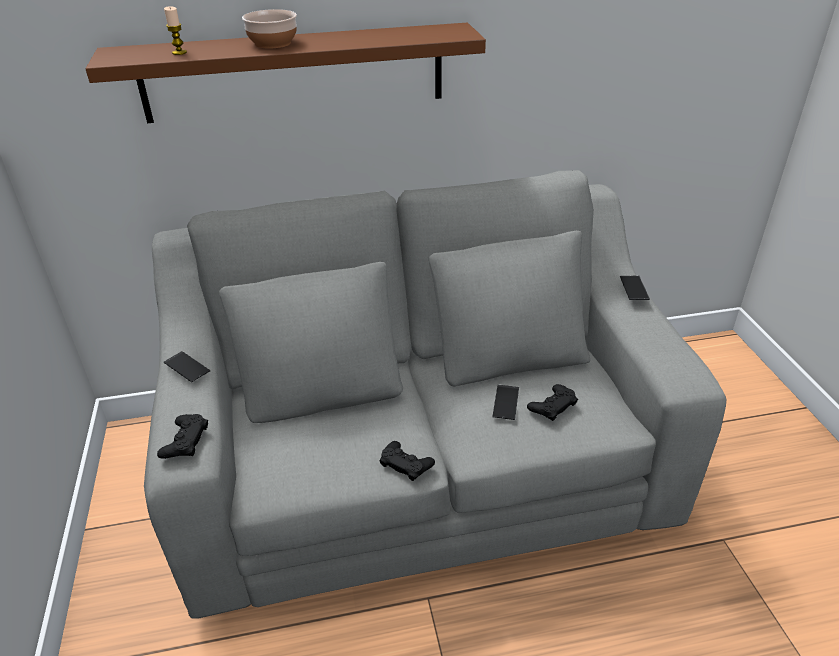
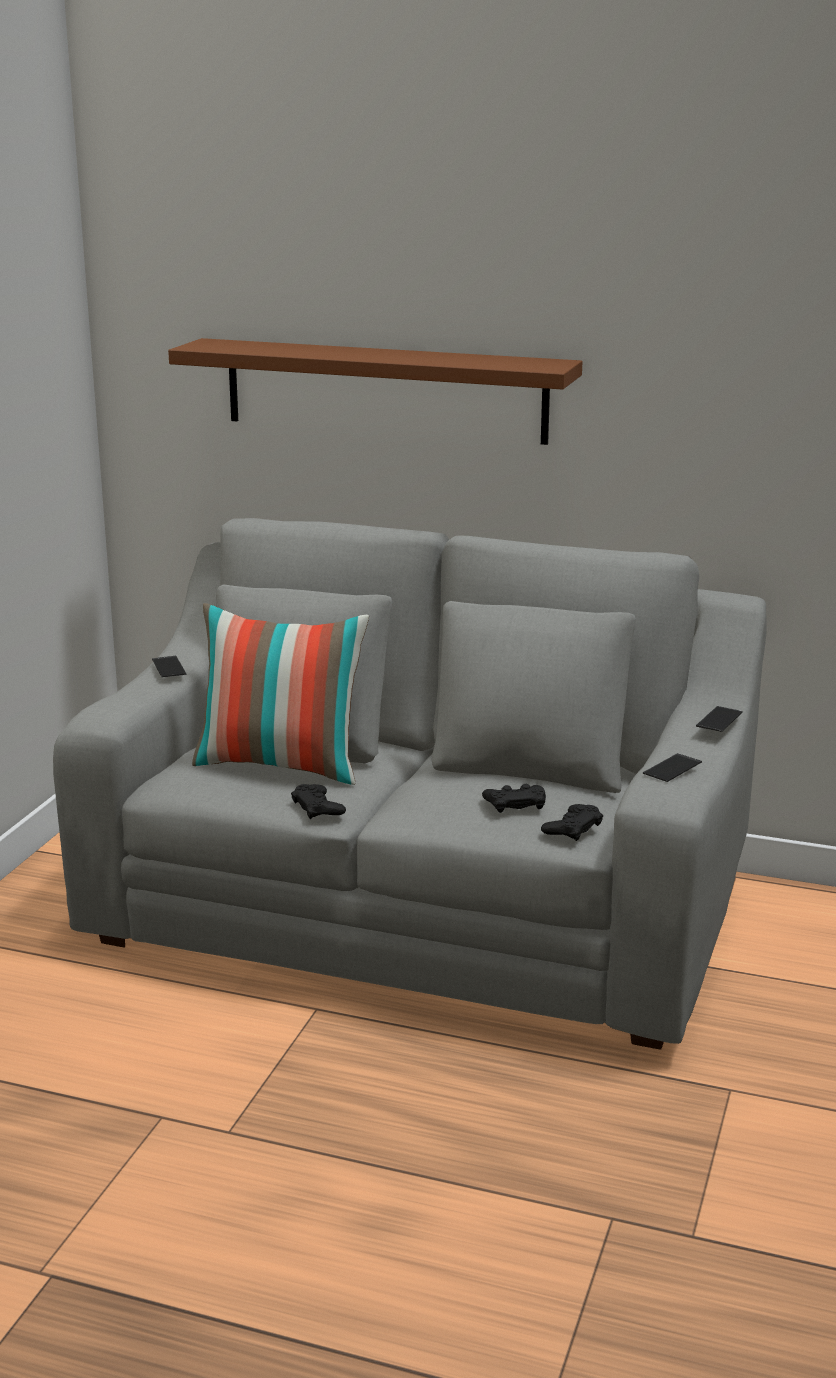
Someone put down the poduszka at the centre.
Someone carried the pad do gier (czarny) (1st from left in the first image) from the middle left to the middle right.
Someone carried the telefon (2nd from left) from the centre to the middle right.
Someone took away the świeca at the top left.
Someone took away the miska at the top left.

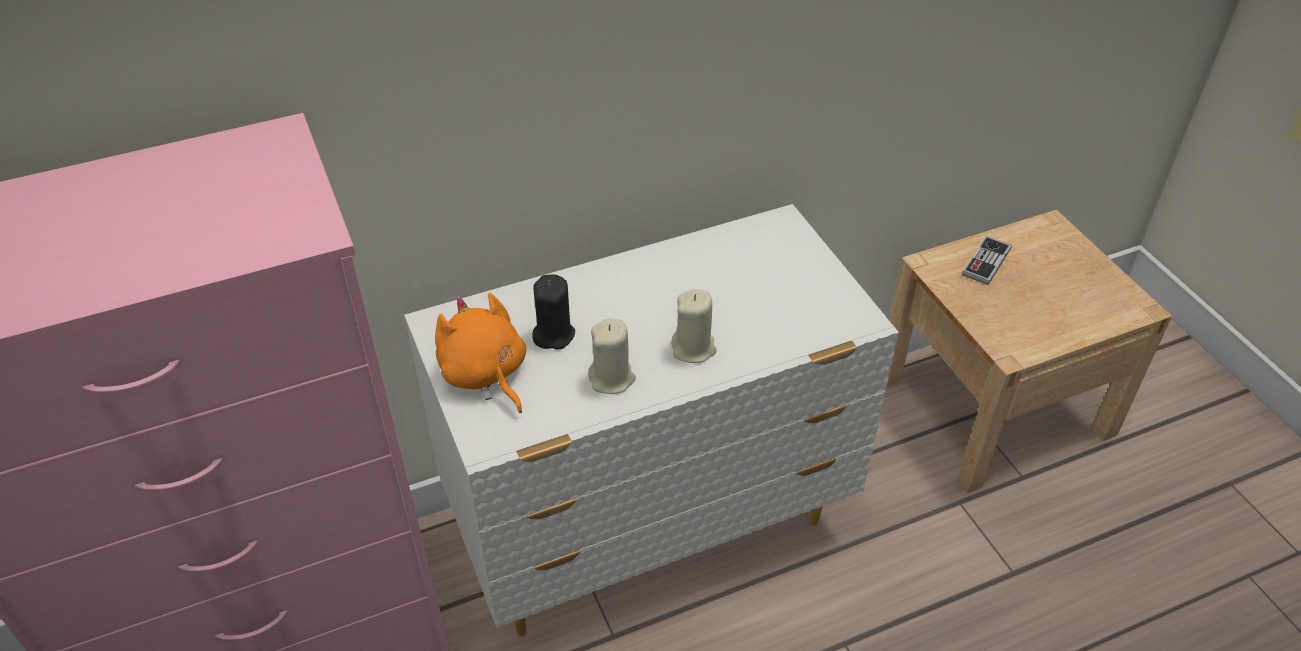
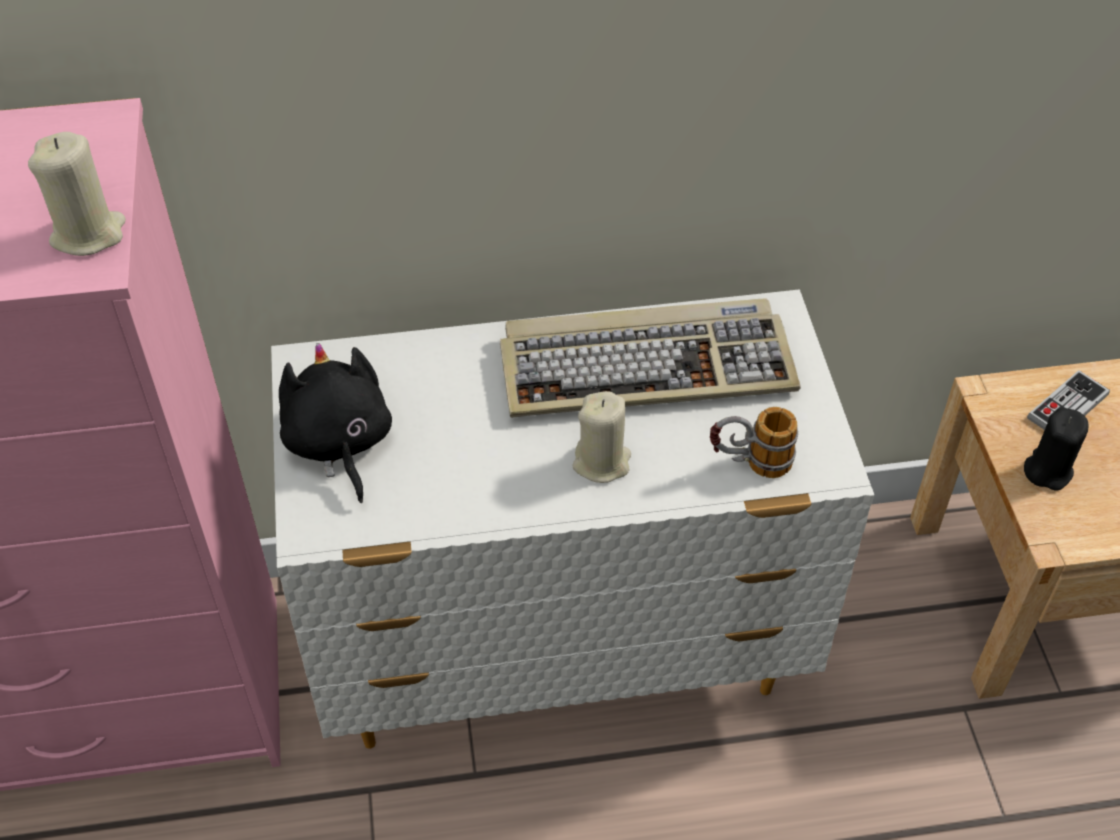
Someone carried the świeca (beżowy) (1st from left) from the centre to the top left.
Someone repainted the pluszak (pomarańczowy) at the centre, which became the pluszak (czarny) at the middle left.
Someone put down the klawiatura at the centre.
Someone put down the kubek at the middle right.
Someone carried the świeca (czarny) from the centre to the middle right.

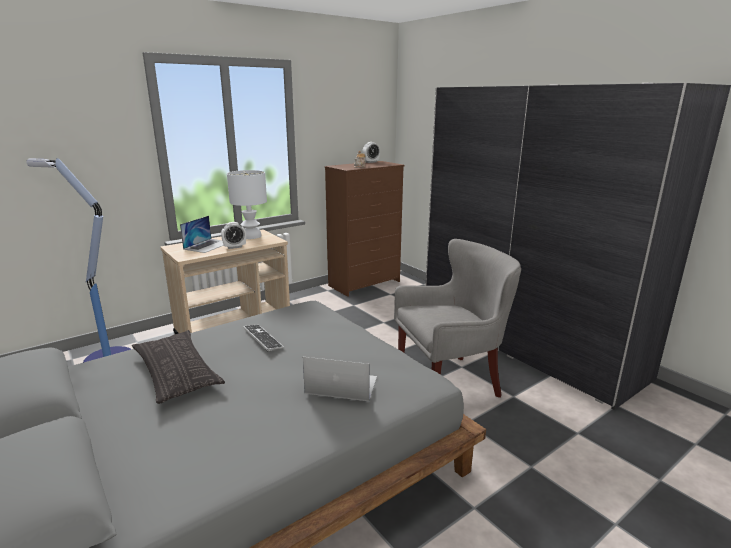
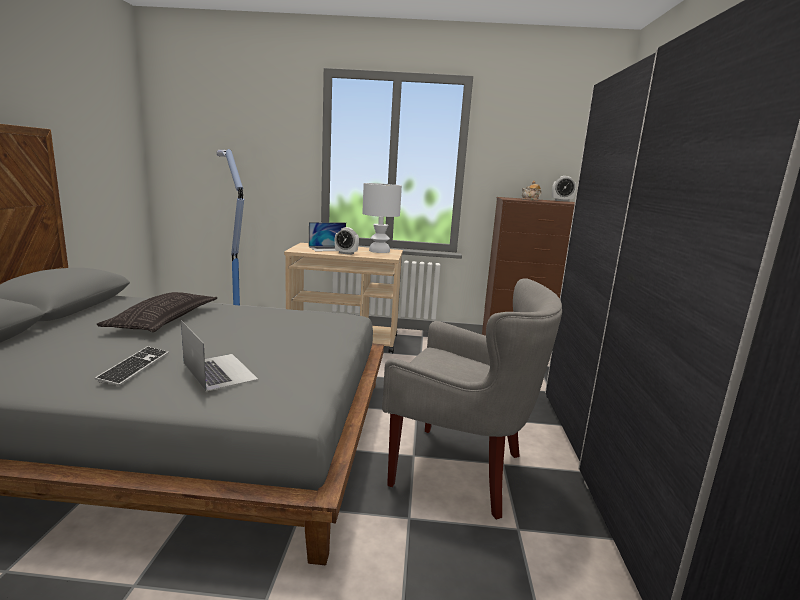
Someone carried the klawiatura from the centre to the middle left.

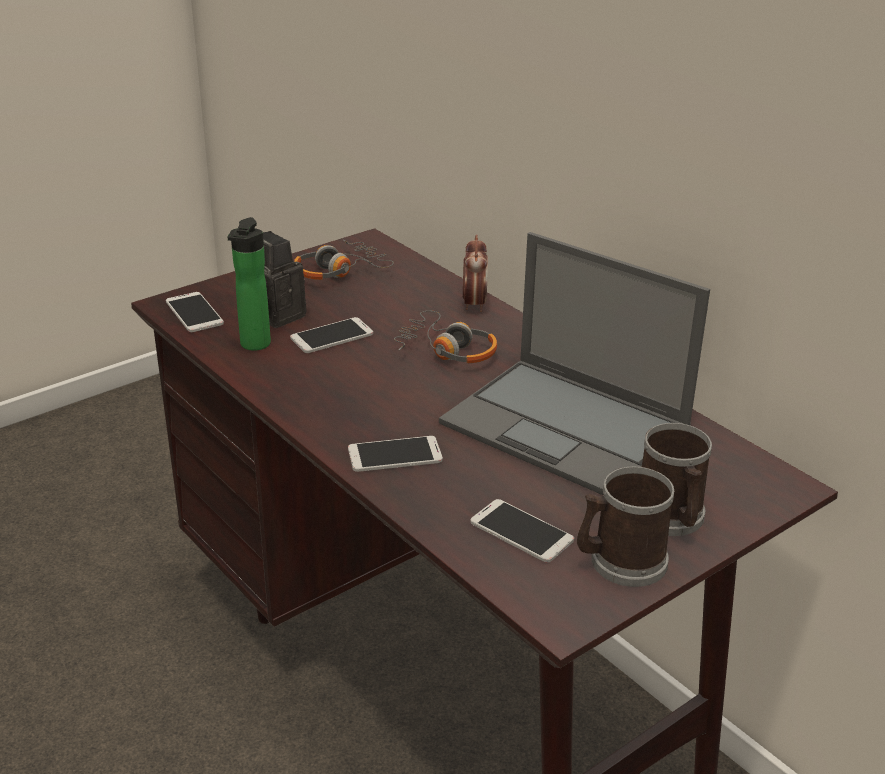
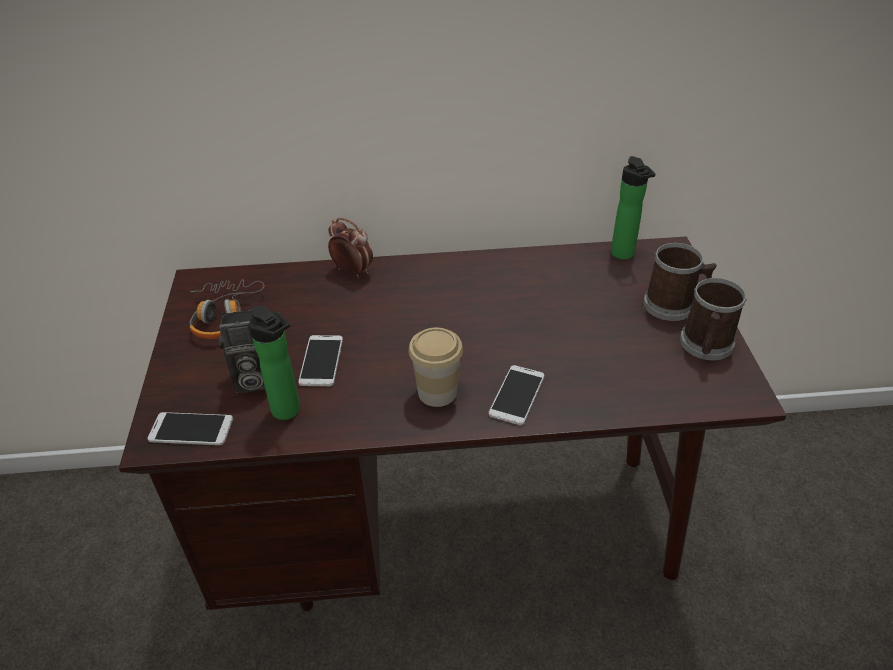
Someone put down the filiżanka at the centre.
Someone put down the butelka (2nd from left) at the top right.
Someone took away the słuchawki (2nd from left) at the centre.
Someone took away the laptop at the centre.
Someone took away the telefon (4th from left) at the bottom centre.

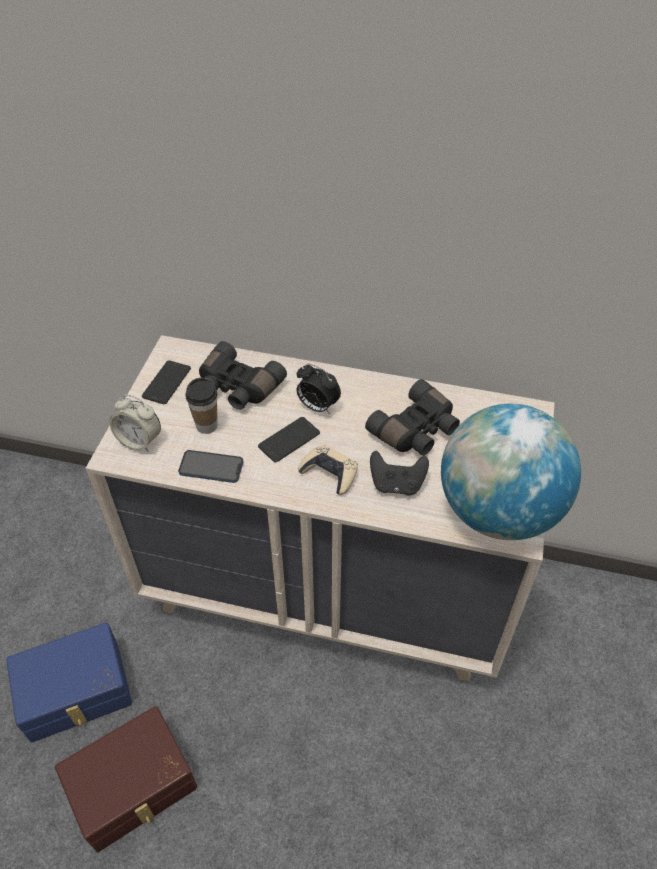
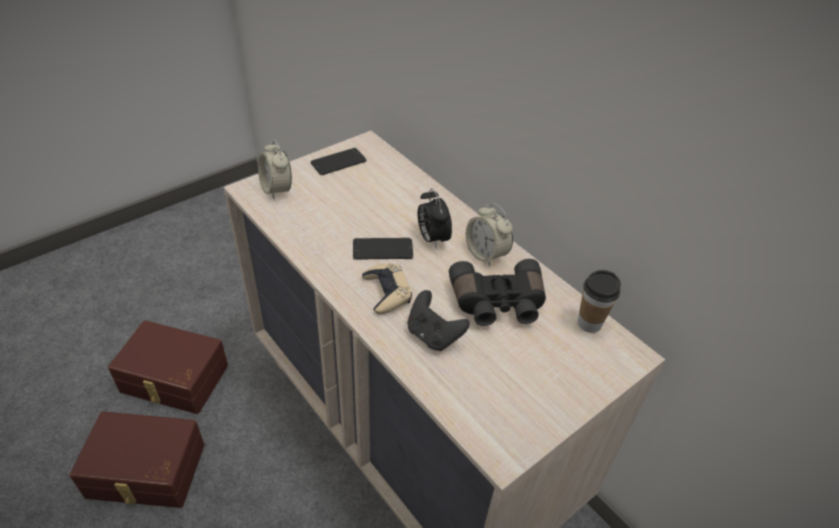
Someone repainted the pojemnik do przechowywania (niebieski) at the bottom left, which became the pojemnik do przechowywania (brązowy) (2nd from left) at the bottom left.
Someone put down the budzik (3rd from left) at the centre.
Someone carried the filiżanka from the middle left to the middle right.
Someone took away the telefon (2nd from left) at the middle left.
Someone took away the lornetka (czarny) (1st from left) at the centre.
Someone took away the globus at the middle right.

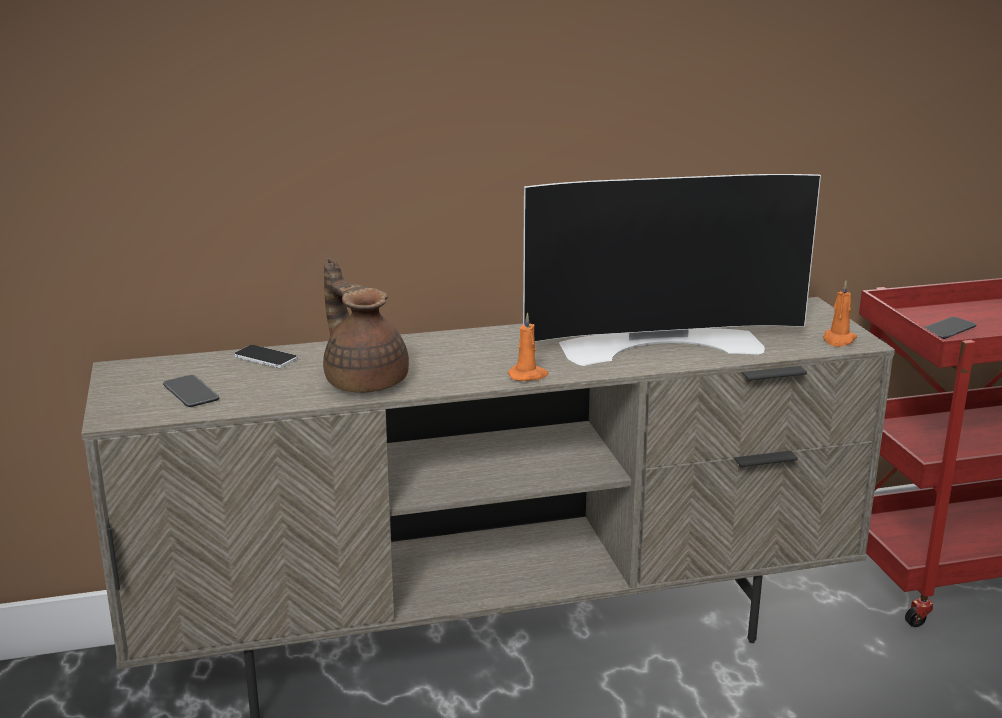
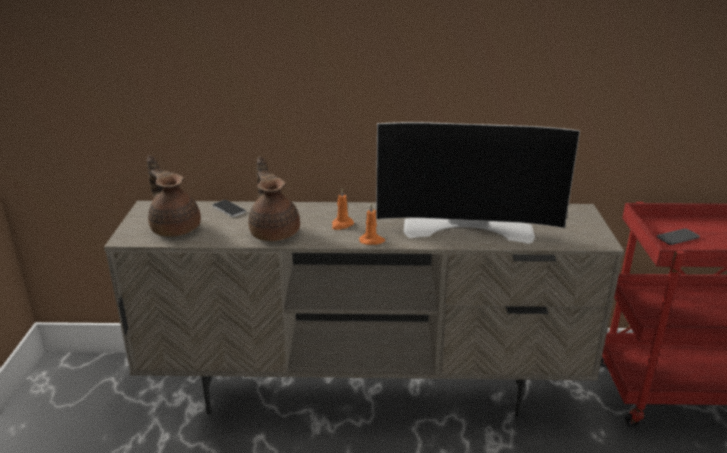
Someone swapped the telefon (1st from left) at the middle left for the imbryk (brązowy) (1st from left) at the middle left.
Someone carried the świeca (pomarańczowy) (2nd from left in the first image) from the middle right to the centre.

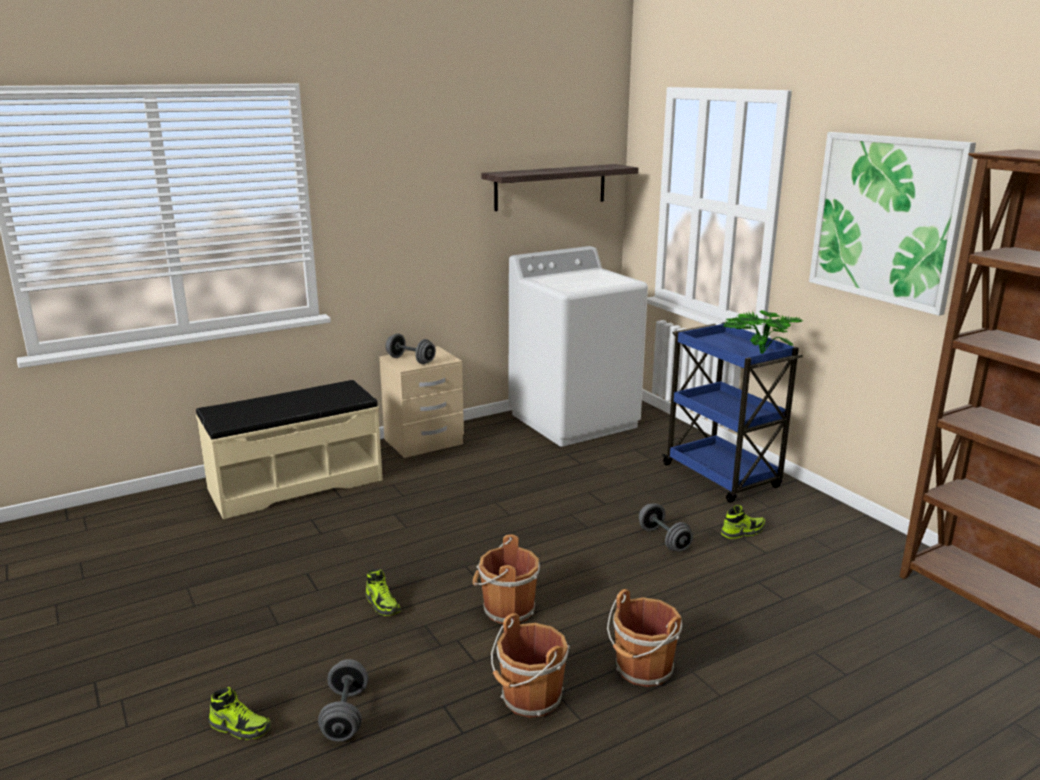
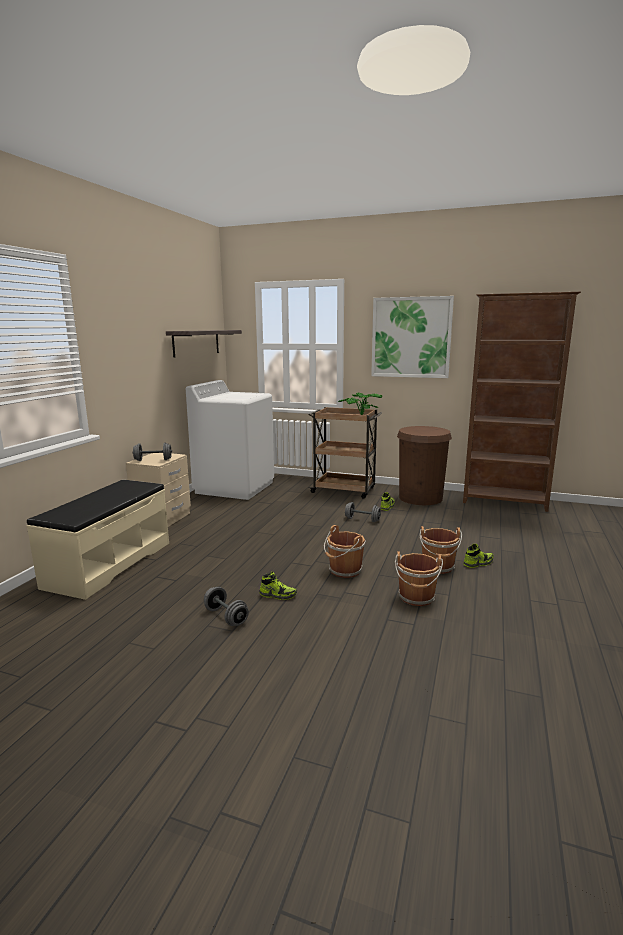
Someone carried the hantel (szary) (1st from left in the first image) from the bottom left to the centre.
Someone repainted the wózek (niebieski) at the middle right, which became the wózek (brązowy) at the centre.
Someone put down the kosz na śmieci (brązowy) at the middle right.
Someone carried the but (1st from left in the first image) from the bottom left to the middle right.

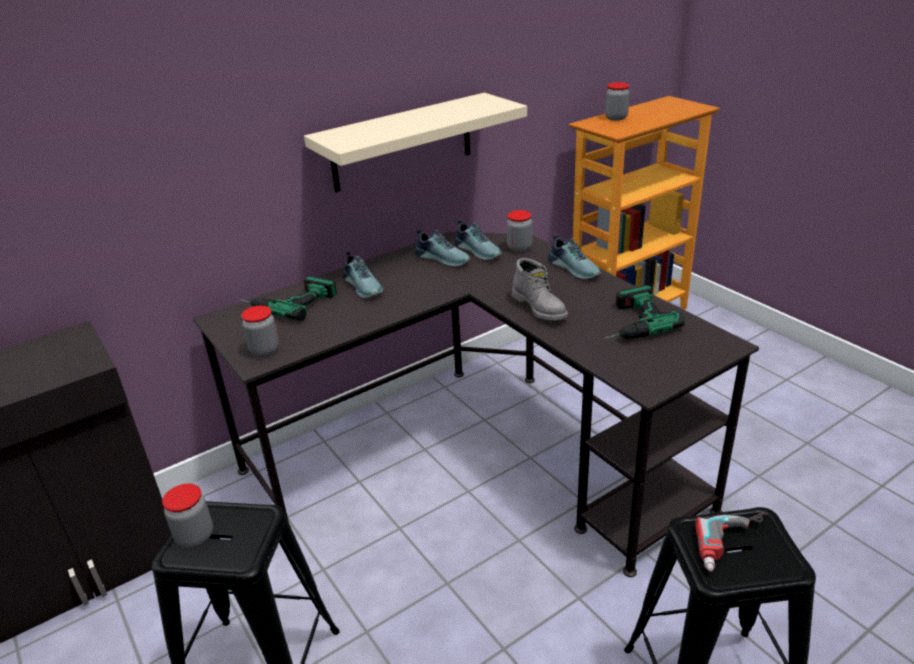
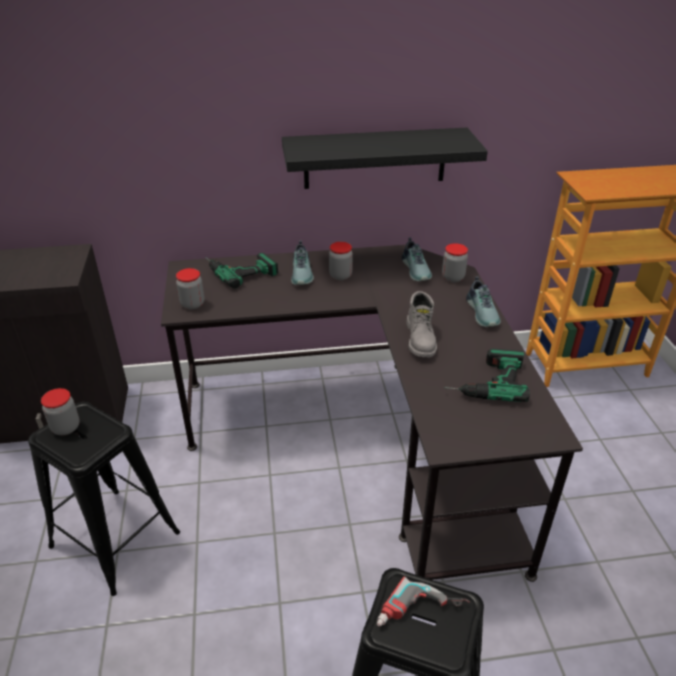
Someone repainted the półka (beżowy) at the top centre, which became the półka (czarny) at the top centre.
Someone carried the słoik (4th from left in the first image) from the top right to the centre.
Someone took away the but (2nd from left) at the centre.

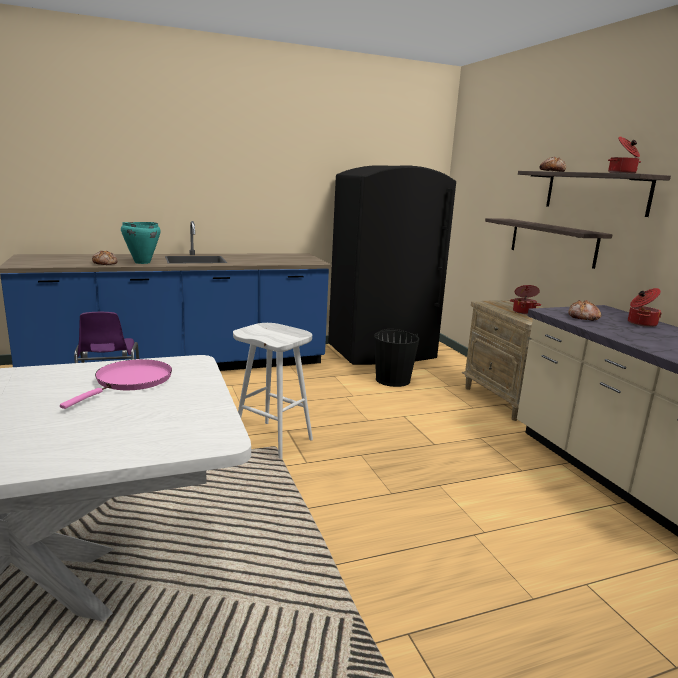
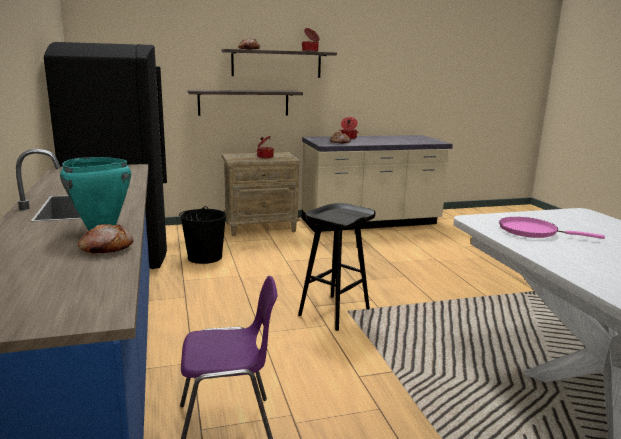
Someone repainted the stołek (biały) at the centre, which became the stołek (czarny) at the centre.

